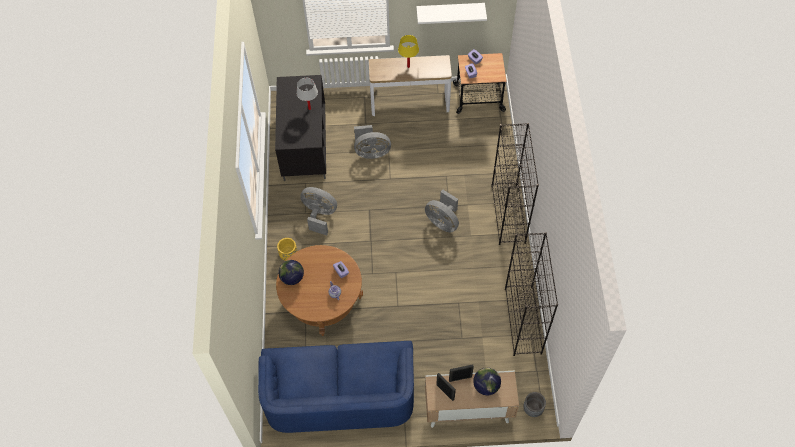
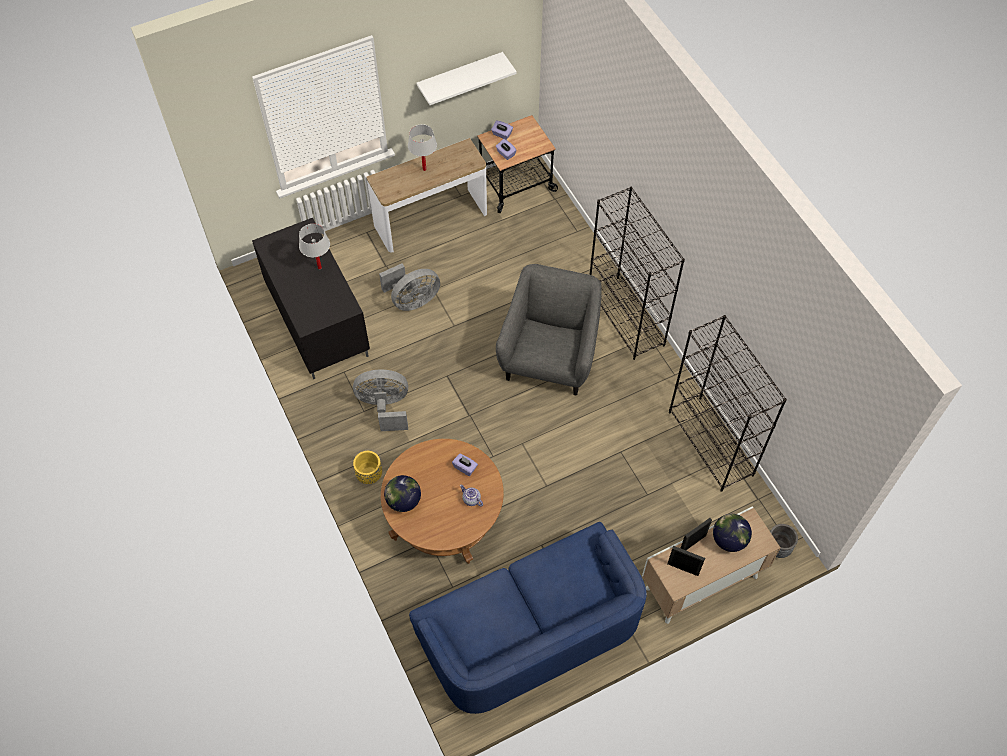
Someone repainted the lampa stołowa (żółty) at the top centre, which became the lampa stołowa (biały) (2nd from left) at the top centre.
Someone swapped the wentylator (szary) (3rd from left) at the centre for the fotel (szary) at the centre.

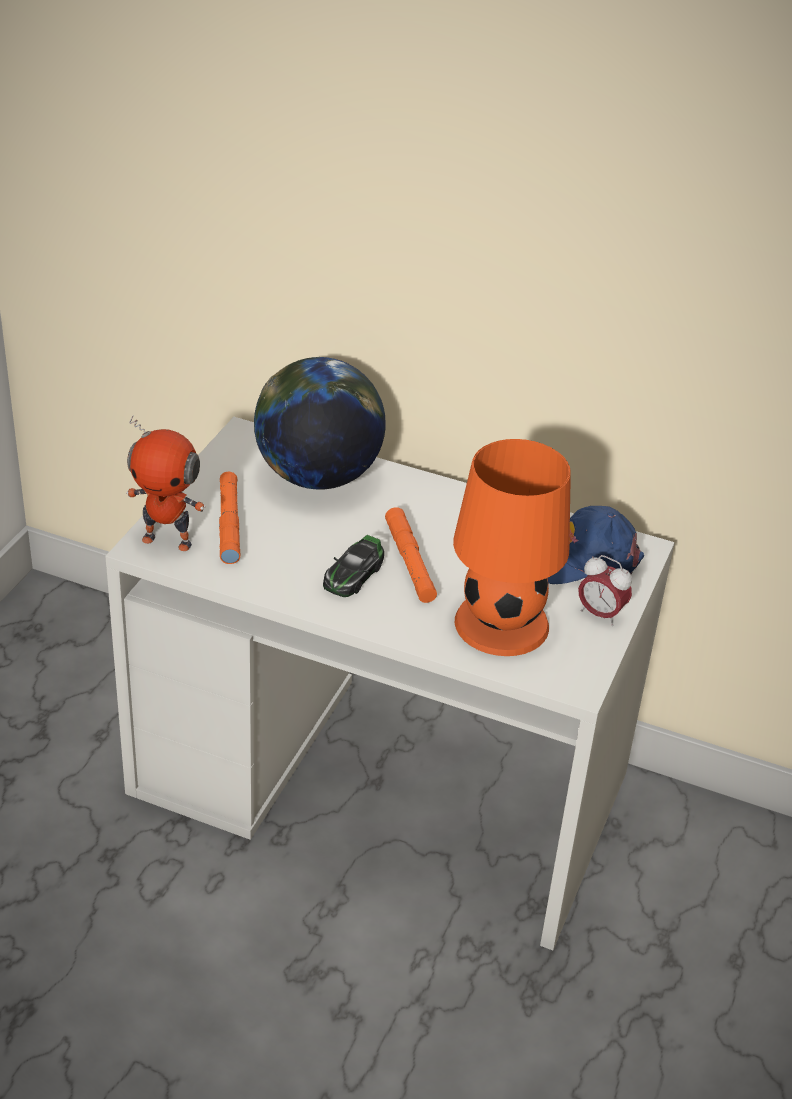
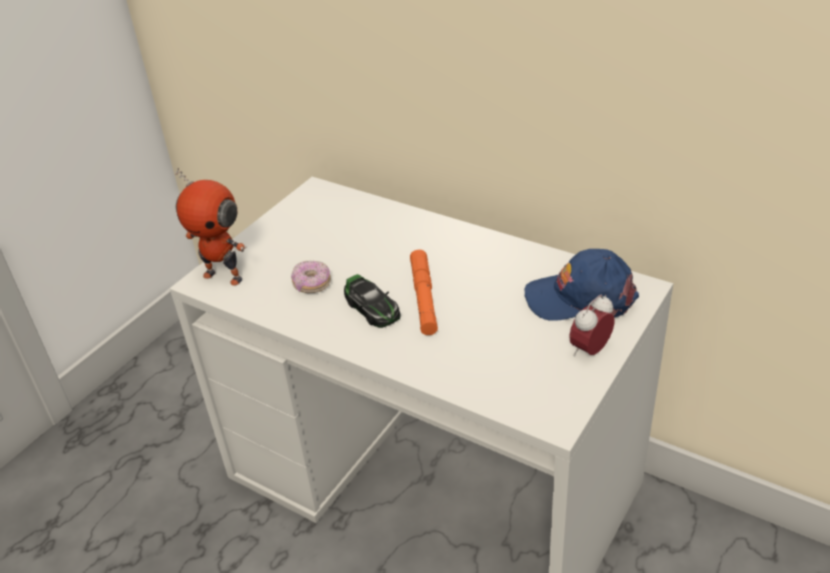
Someone put down the donut at the centre.
Someone rotated the samochodzik at the centre by 75 degrees counterclockwise.
Someone rotated the budzik at the middle right by 90 degrees clockwise.
Someone took away the latarka (pomarańczowy) (1st from left) at the middle left.
Someone took away the globus at the centre.
Someone took away the lampa stołowa (pomarańczowy) at the centre.

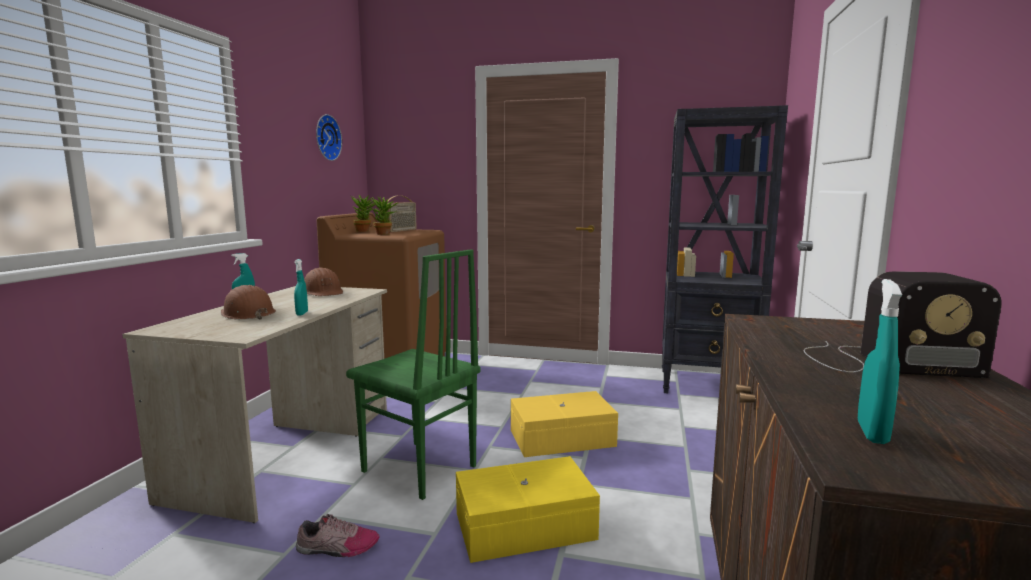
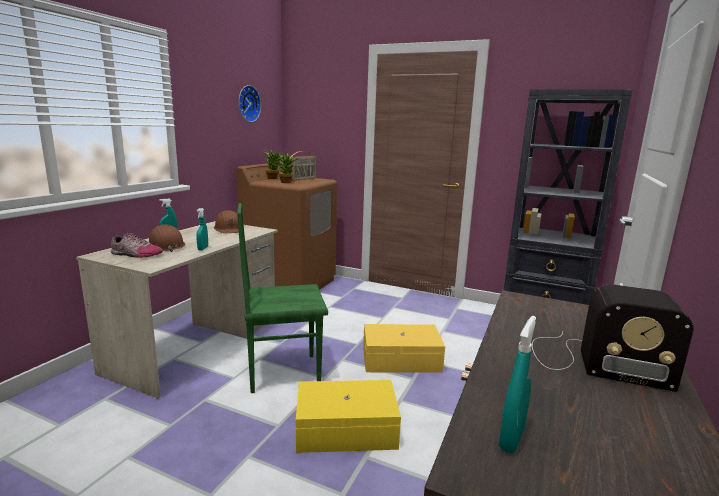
Someone carried the but from the bottom left to the middle left.
Someone rotated the krzesło (zielony) at the centre by 120 degrees clockwise.

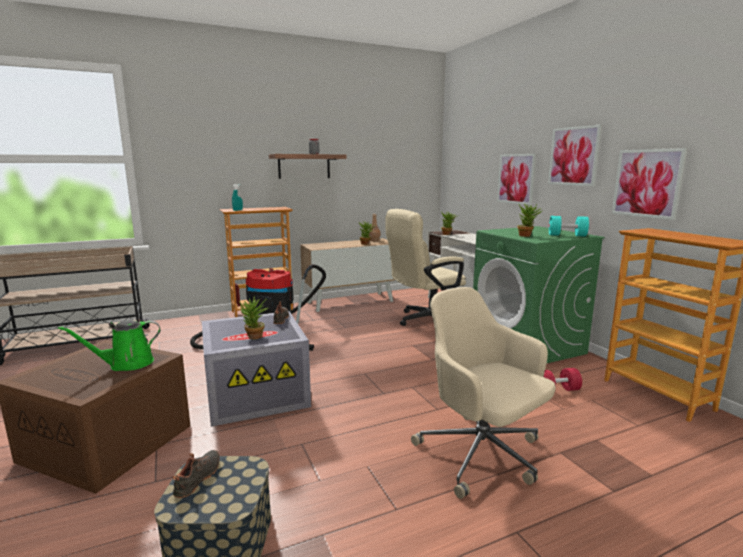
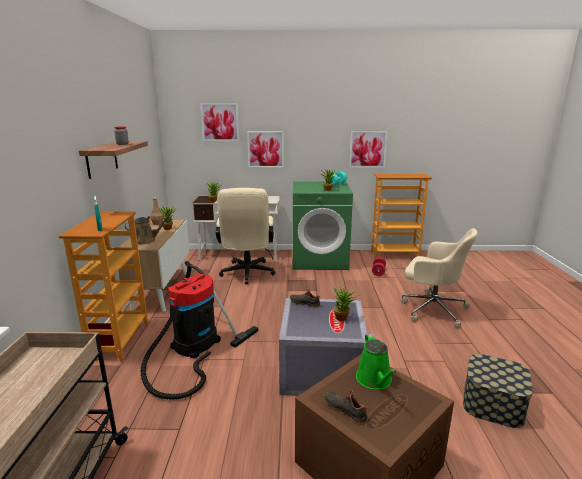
Someone put down the konewka (brązowy) at the middle left.
Someone carried the obraz (2nd from left in the first image) from the top right to the top centre.
Someone carried the but (czarny) (1st from left in the first image) from the bottom left to the bottom centre.
Someone rotated the krzesło biurowe (beżowy) (2nd from left) at the bottom centre by 135 degrees counterclockwise.

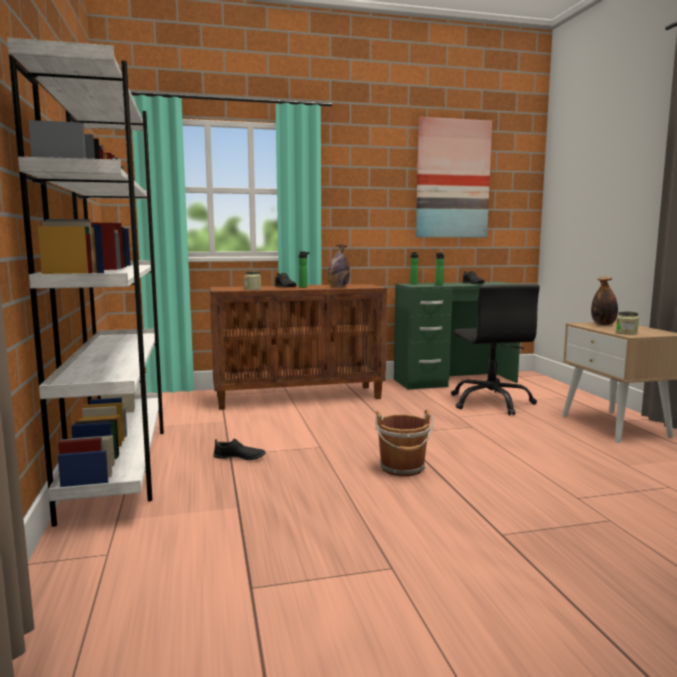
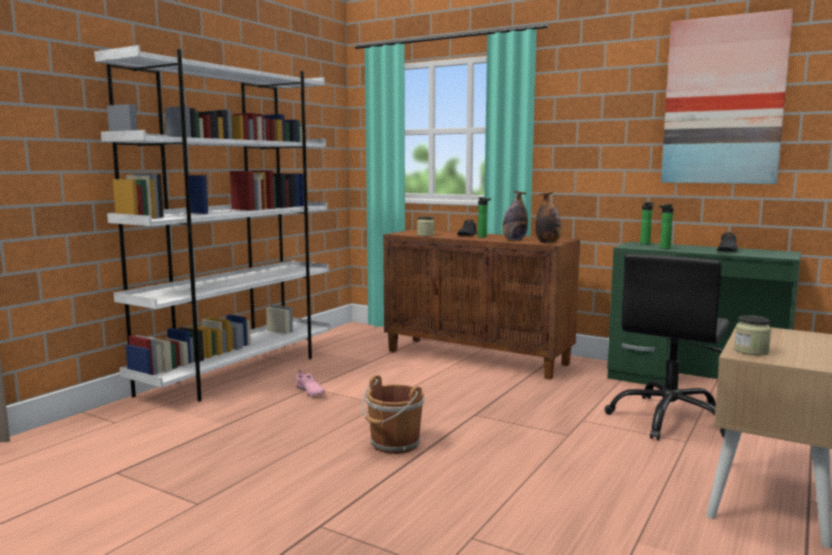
Someone repainted the but (czarny) (1st from left) at the centre, which became the but (różowy) at the bottom centre.
Someone carried the butelka (5th from left in the first image) from the middle right to the centre.

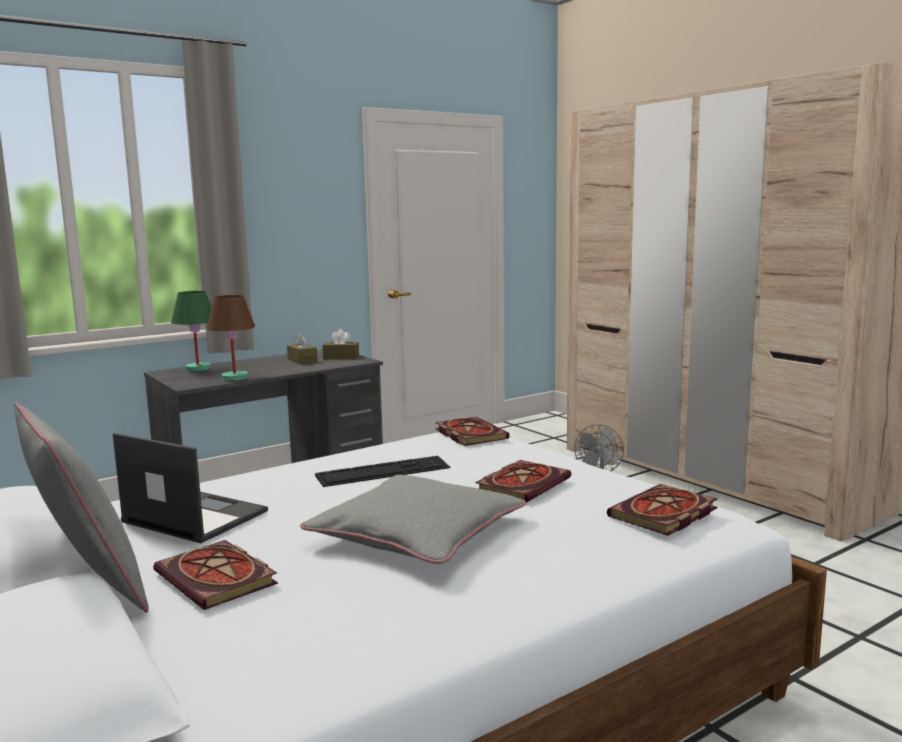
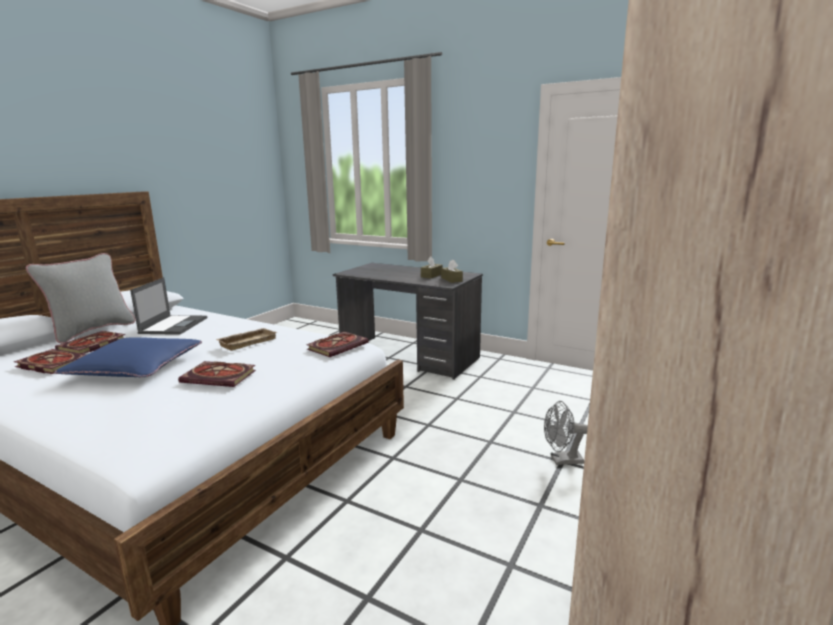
Someone carried the książka (4th from left in the first image) from the bottom right to the middle left.
Someone repainted the poduszka (szary) (2nd from left) at the bottom centre, which became the poduszka (niebieski) at the middle left.
Someone swapped the klawiatura at the centre for the taca (beżowy) at the middle left.
Someone took away the lampa stołowa (zielony) at the middle left.
Someone took away the lampa stołowa (brązowy) at the middle left.

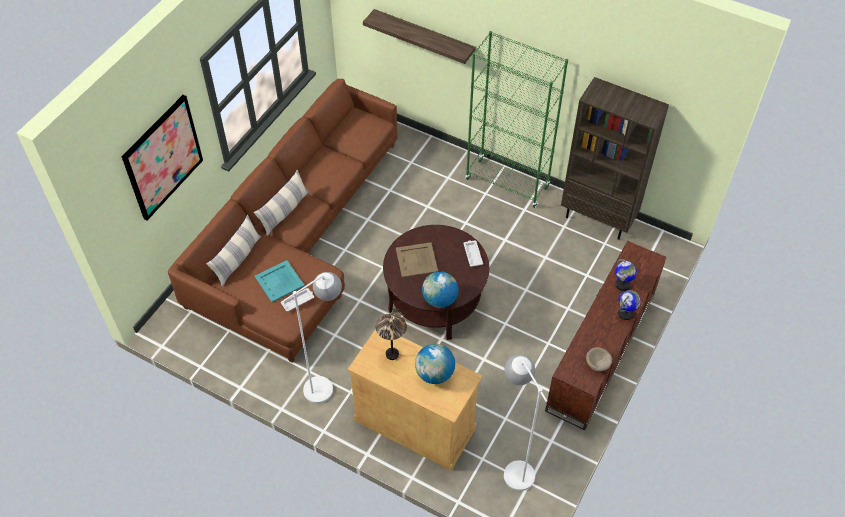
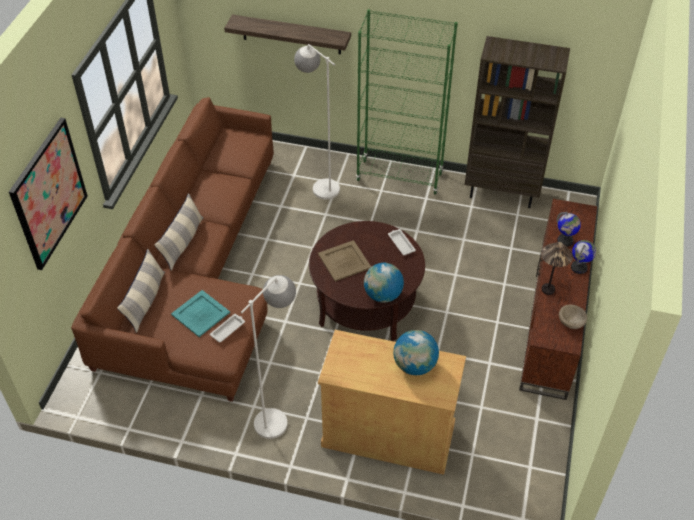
Someone carried the lampa stojąca (biały) (2nd from left) from the bottom centre to the top centre.
Someone carried the lampa stołowa from the centre to the middle right.

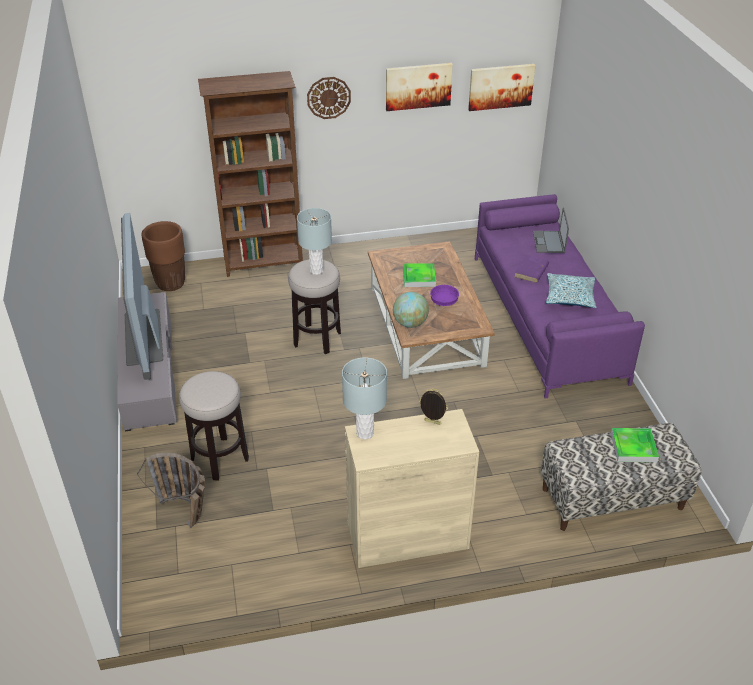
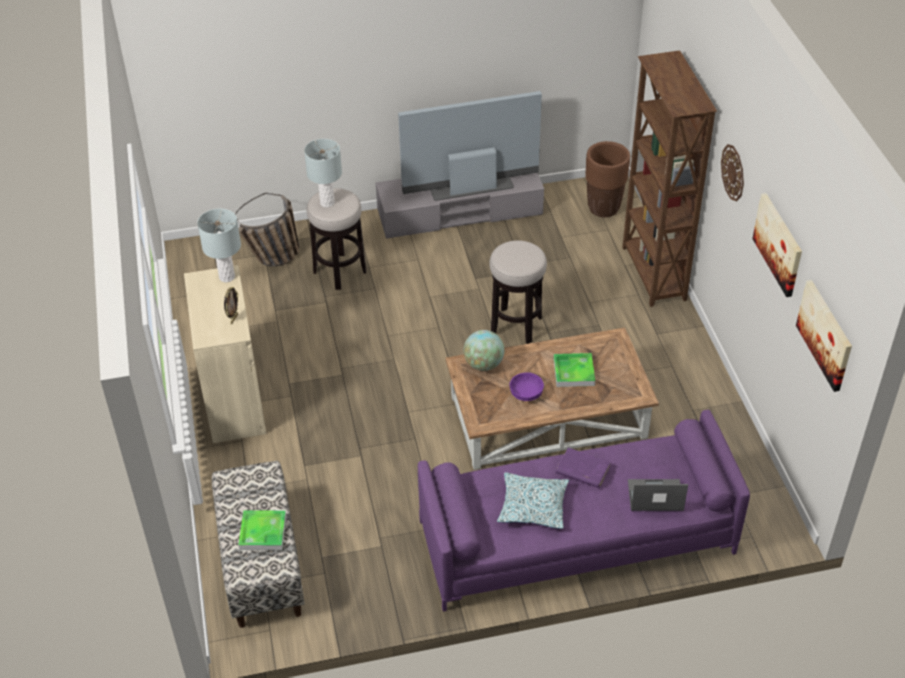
Someone carried the lampa stołowa (szary) (1st from left in the first image) from the centre to the top centre.

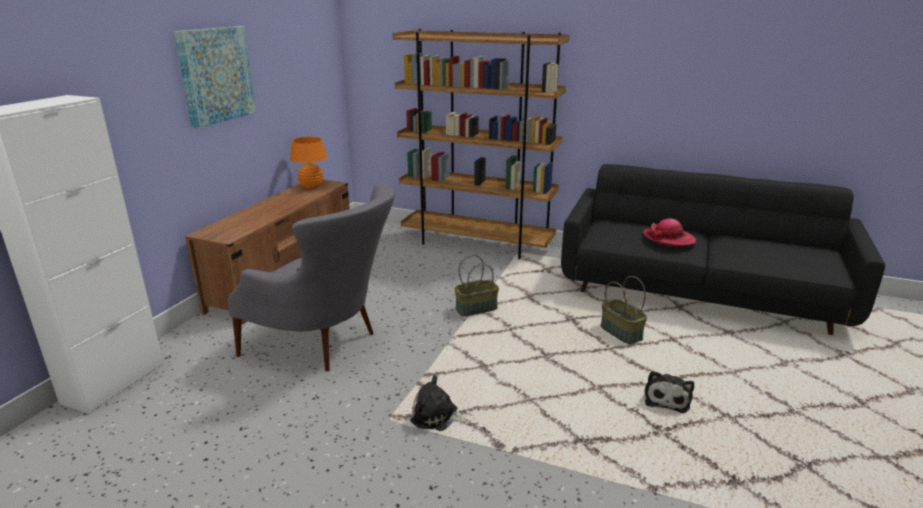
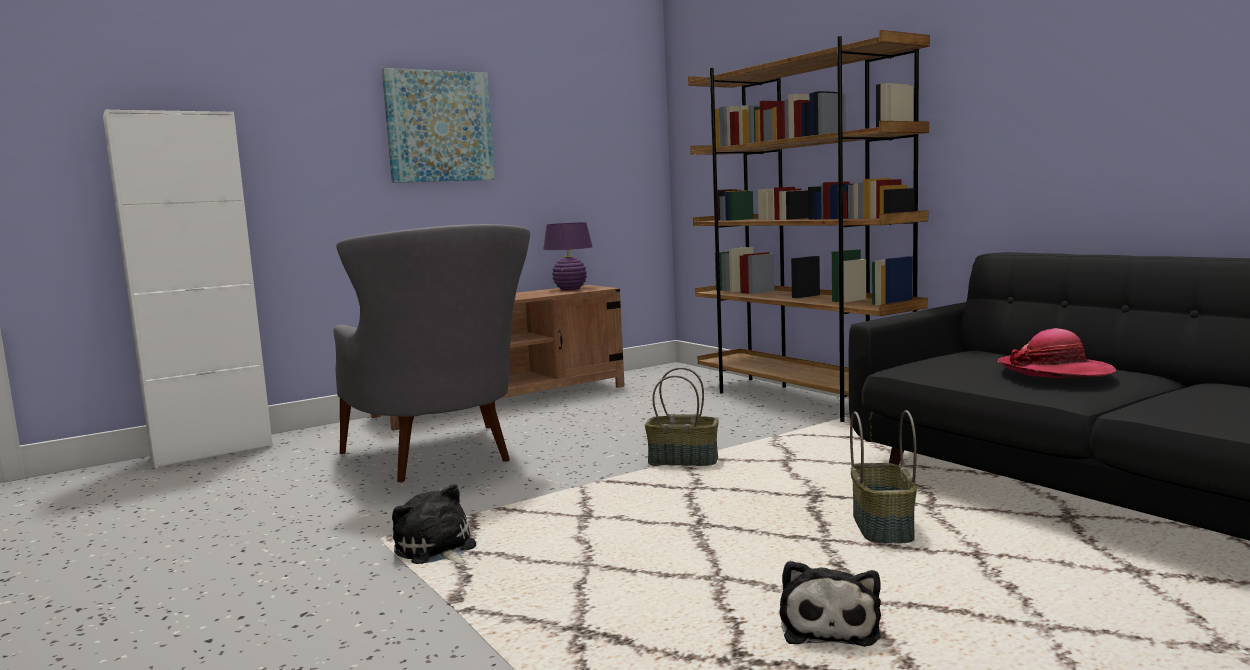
Someone repainted the lampa stołowa (pomarańczowy) at the top centre, which became the lampa stołowa (fioletowy) at the centre.
Someone rotated the pluszak (2nd from left) at the bottom right by 45 degrees counterclockwise.

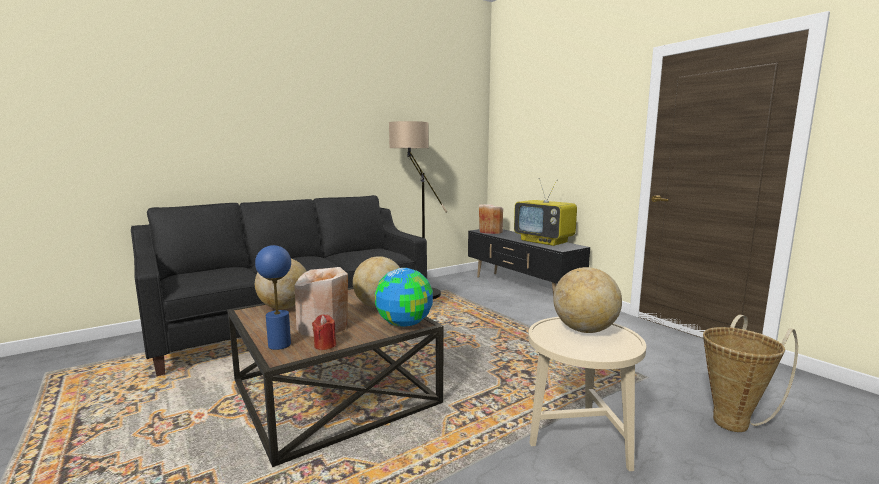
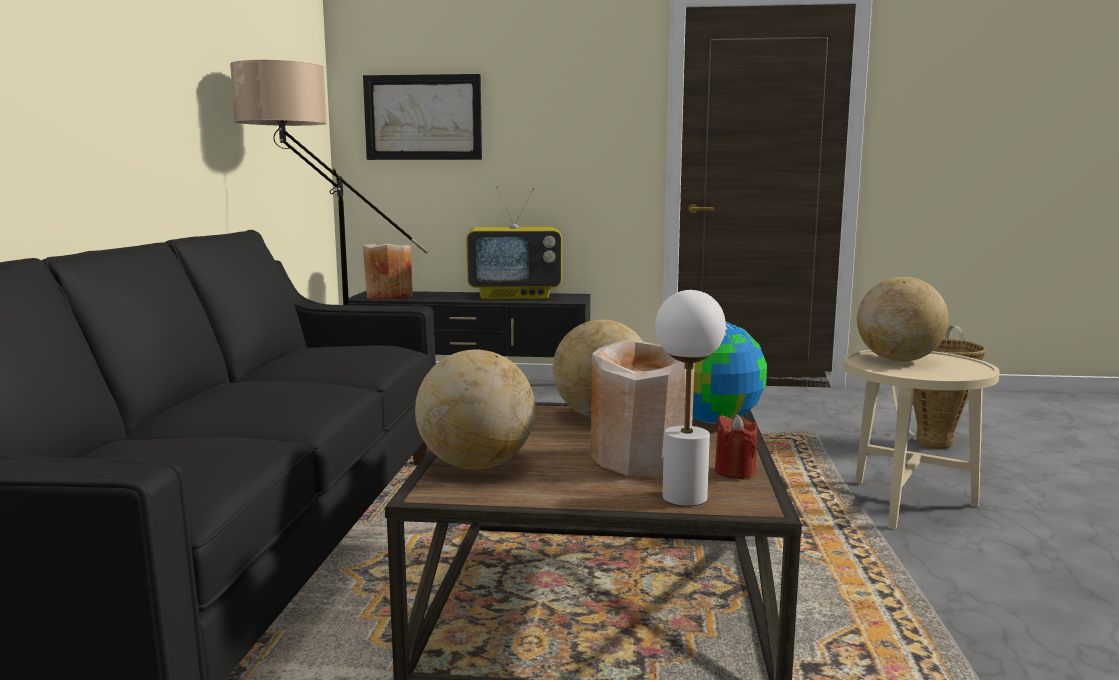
Someone put up the obraz at the top centre.
Someone repainted the lampa stołowa (niebieski) at the middle left, which became the lampa stołowa (biały) at the centre.

